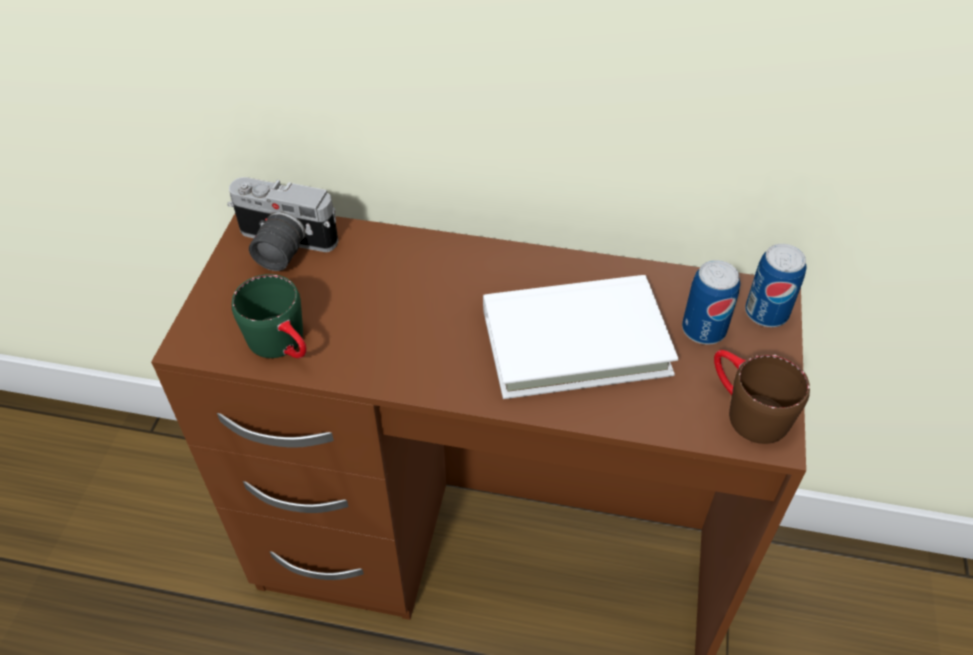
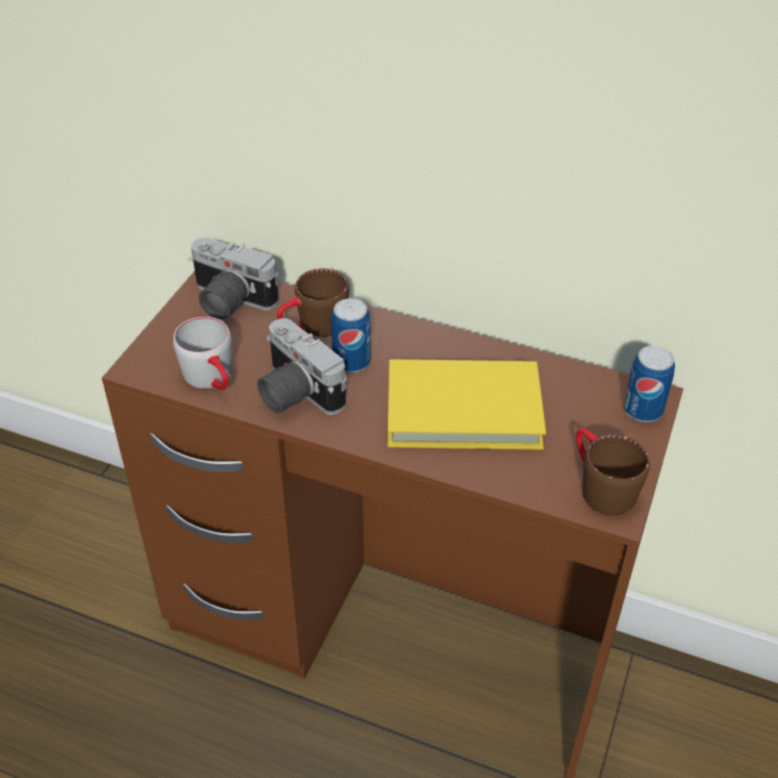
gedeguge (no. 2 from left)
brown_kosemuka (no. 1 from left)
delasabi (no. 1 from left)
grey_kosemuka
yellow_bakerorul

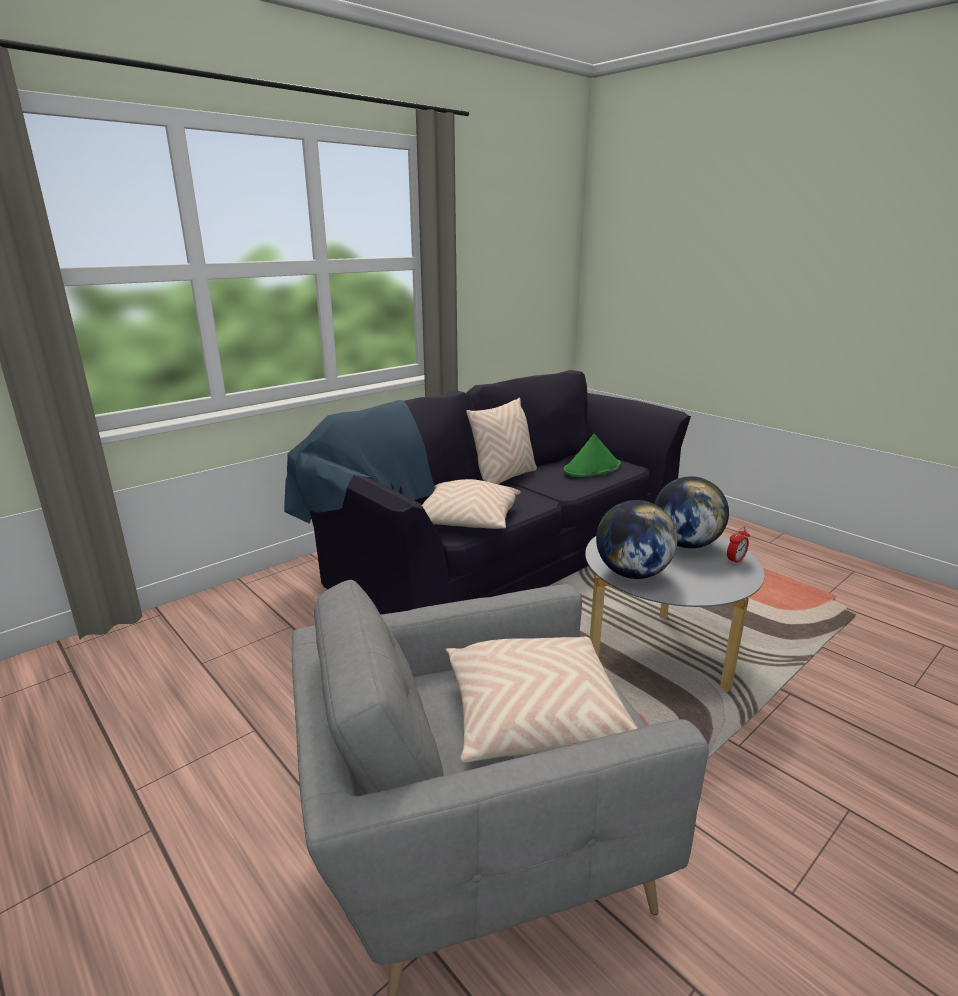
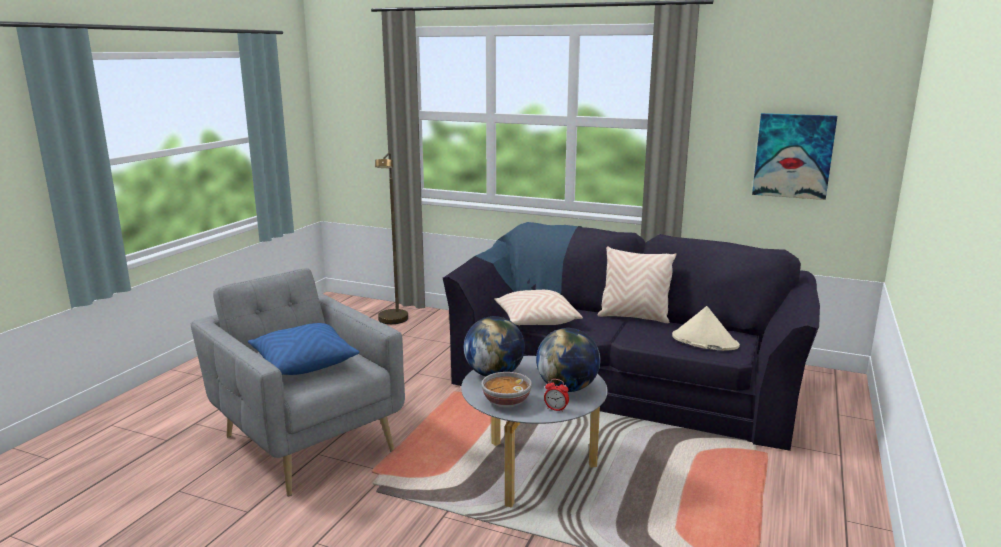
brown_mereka
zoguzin
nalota
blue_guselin
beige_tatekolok

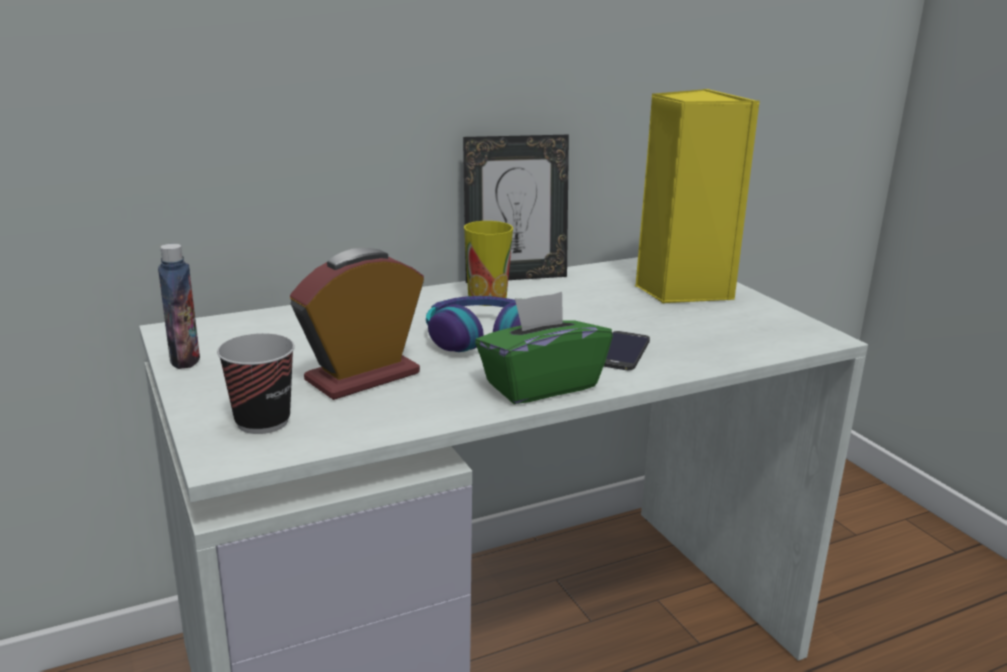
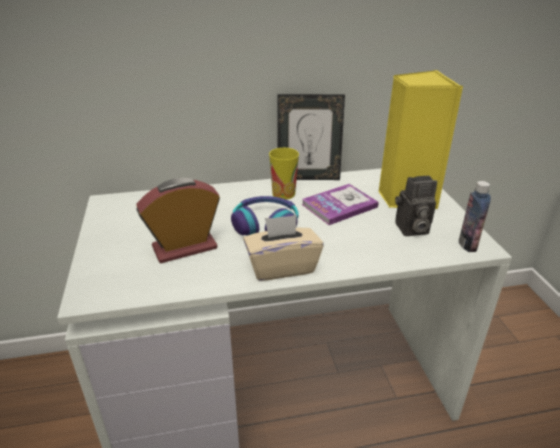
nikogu (no. 1 from left in the first image)
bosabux
bakerorul
gedeguge
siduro
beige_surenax

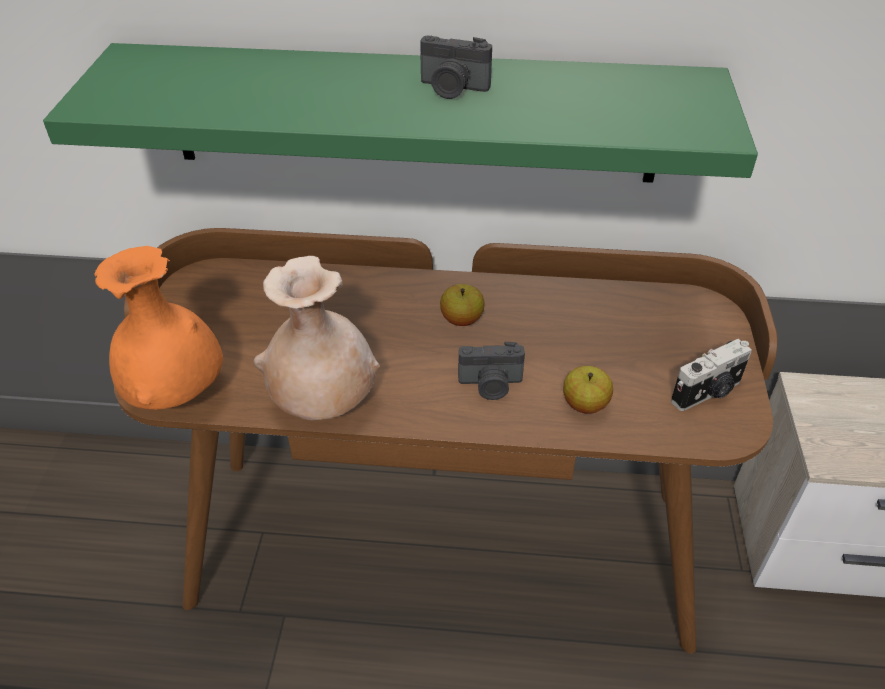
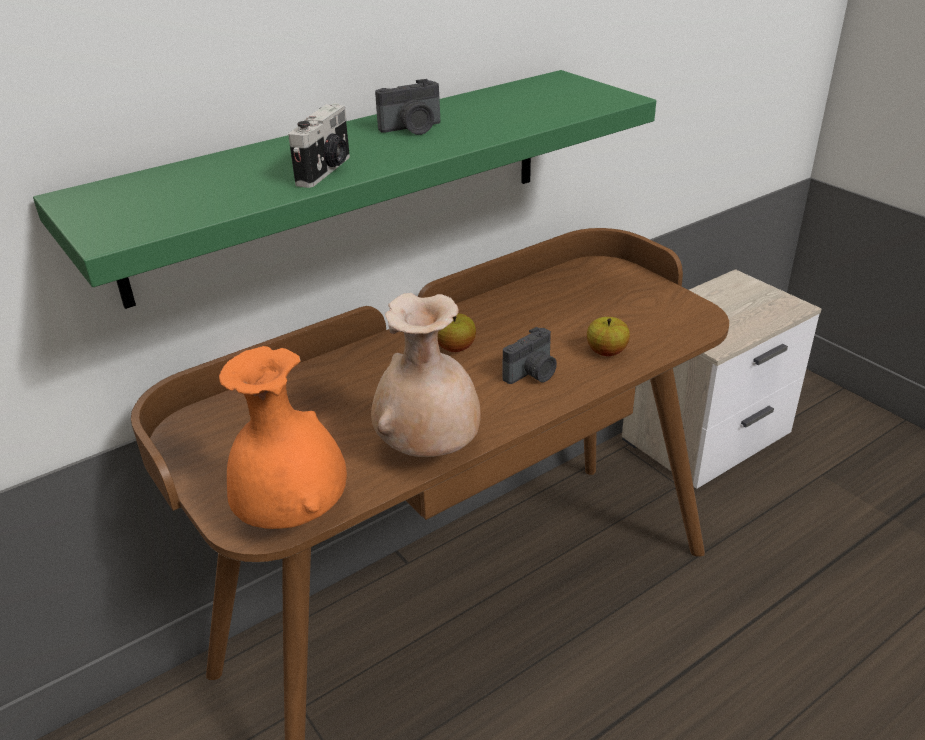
gedeguge (no. 1 from left)

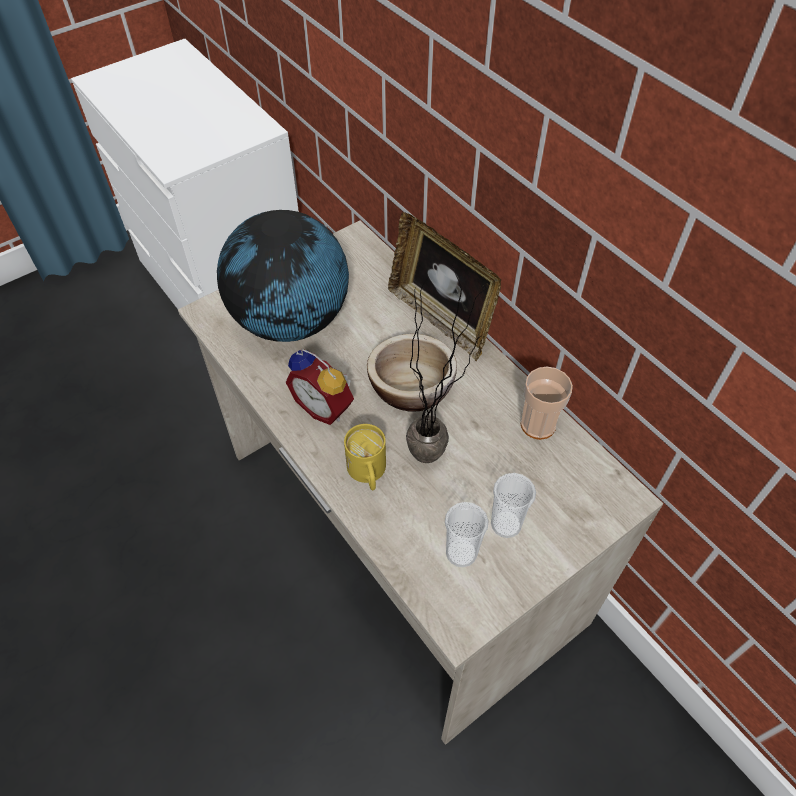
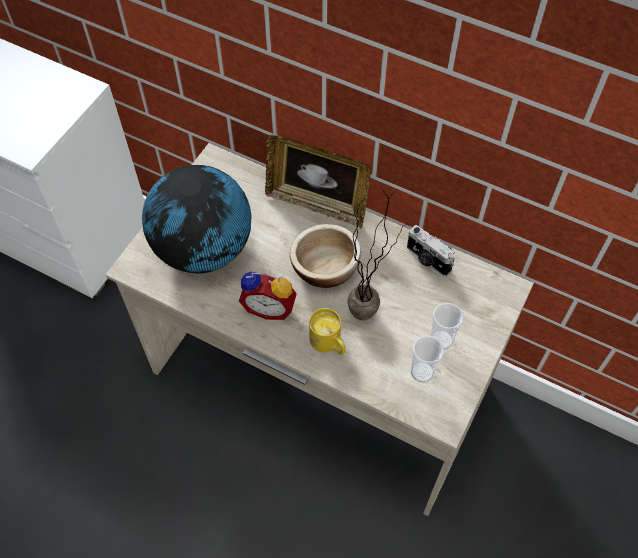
gedeguge

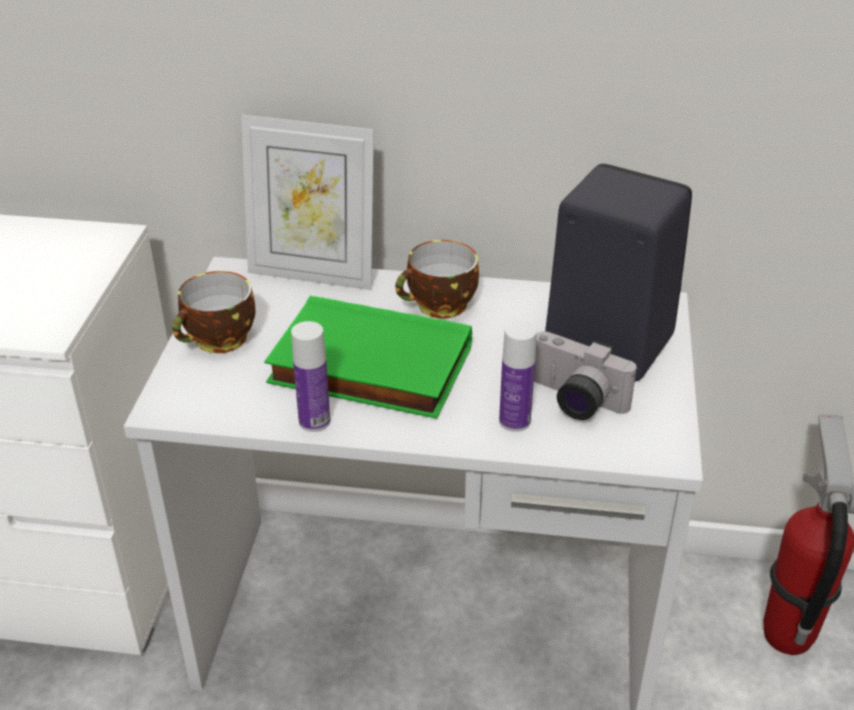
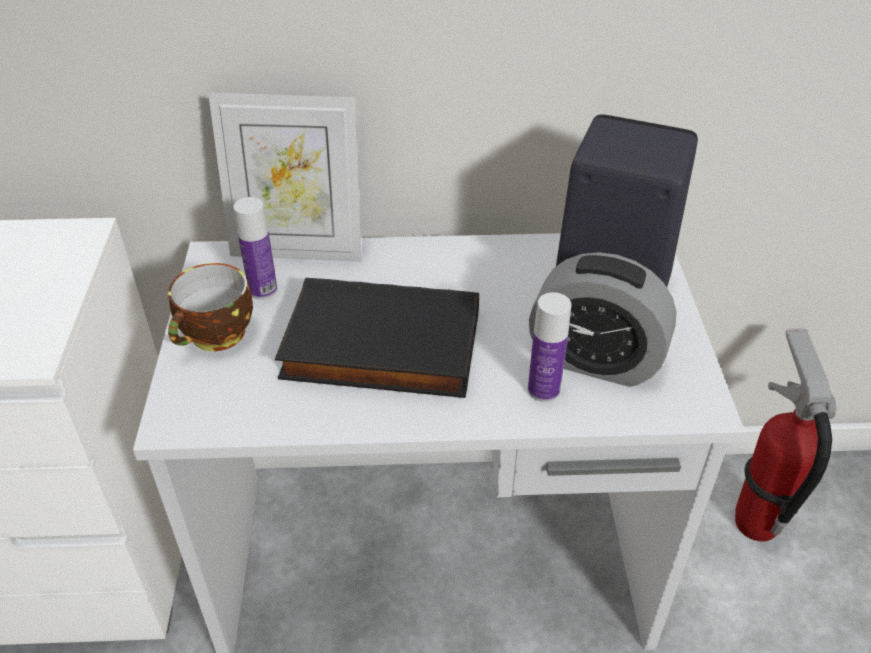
nikogu (no. 2 from left in the first image)
siduro (no. 1 from left)
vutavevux
black_bakerorul

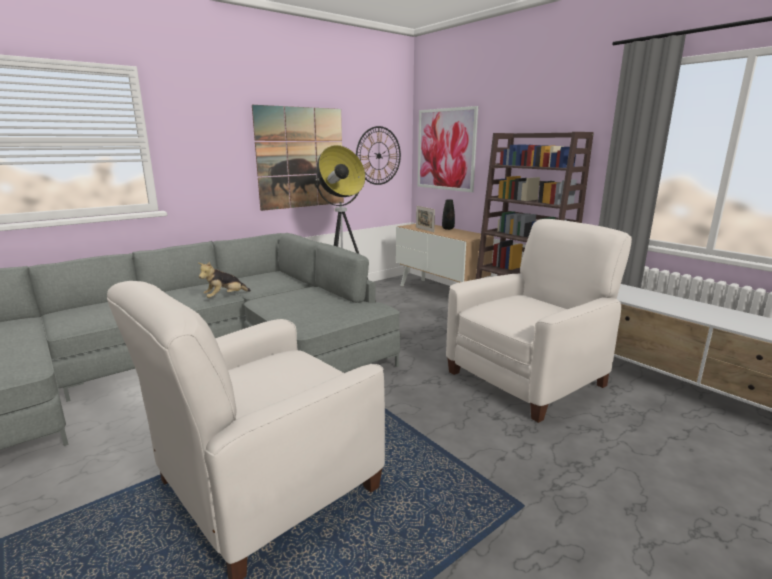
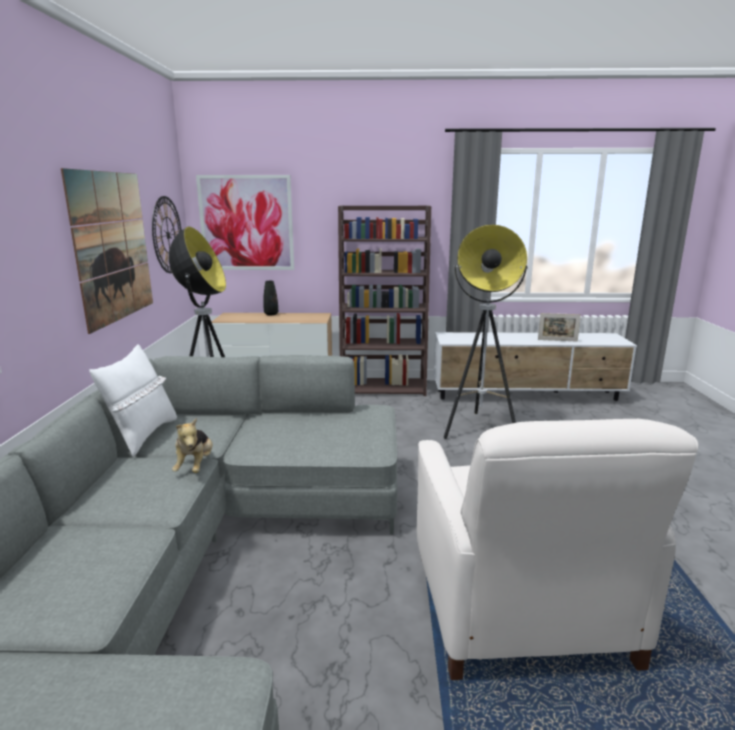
white_guselin
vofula
mereka (no. 2 from left)

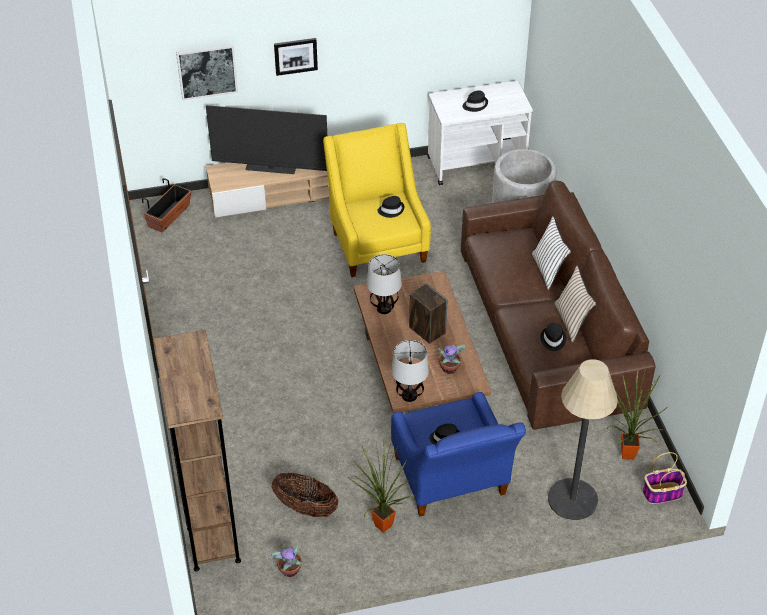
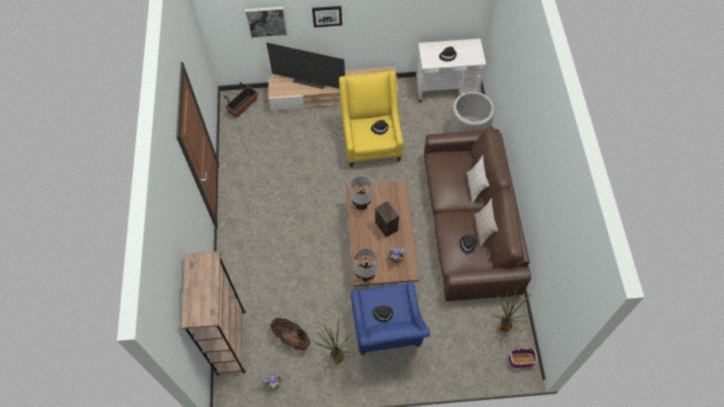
mereka

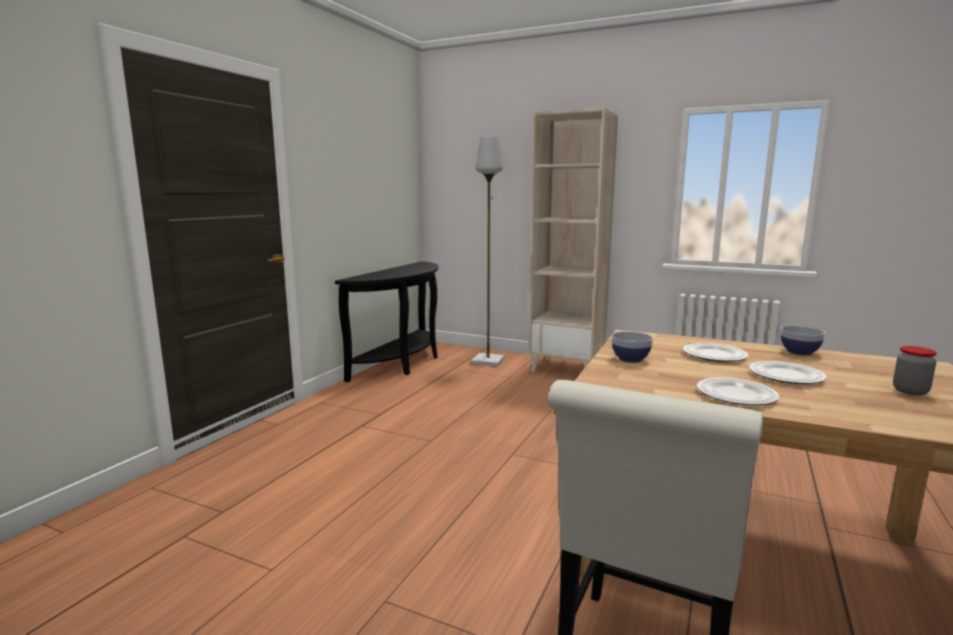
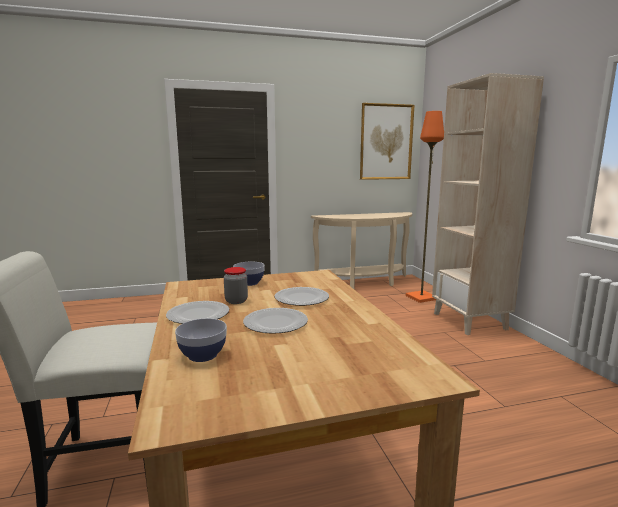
nalota
zoguzin (no. 1 from left)
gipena
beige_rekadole
orange_mereka

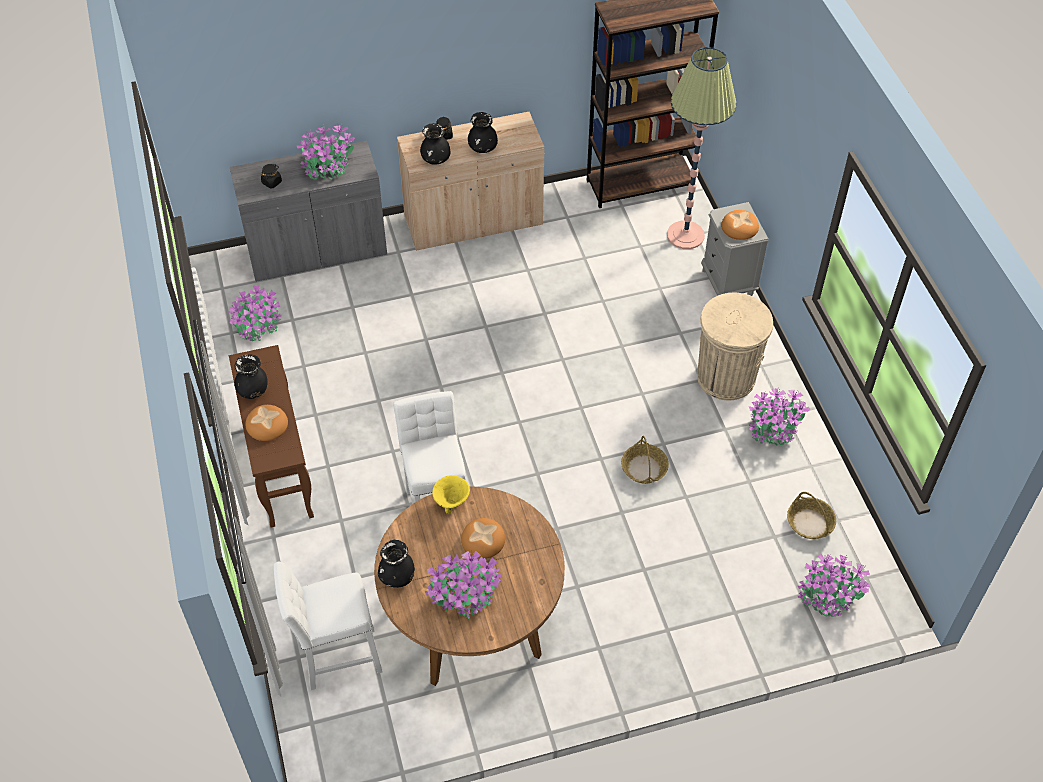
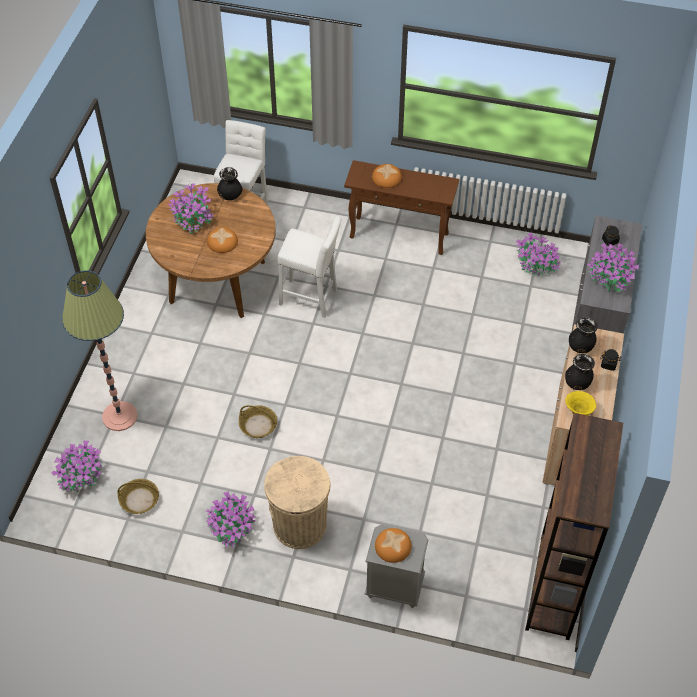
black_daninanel (no. 1 from left in the first image)
yellow_zoguzin
mereka

